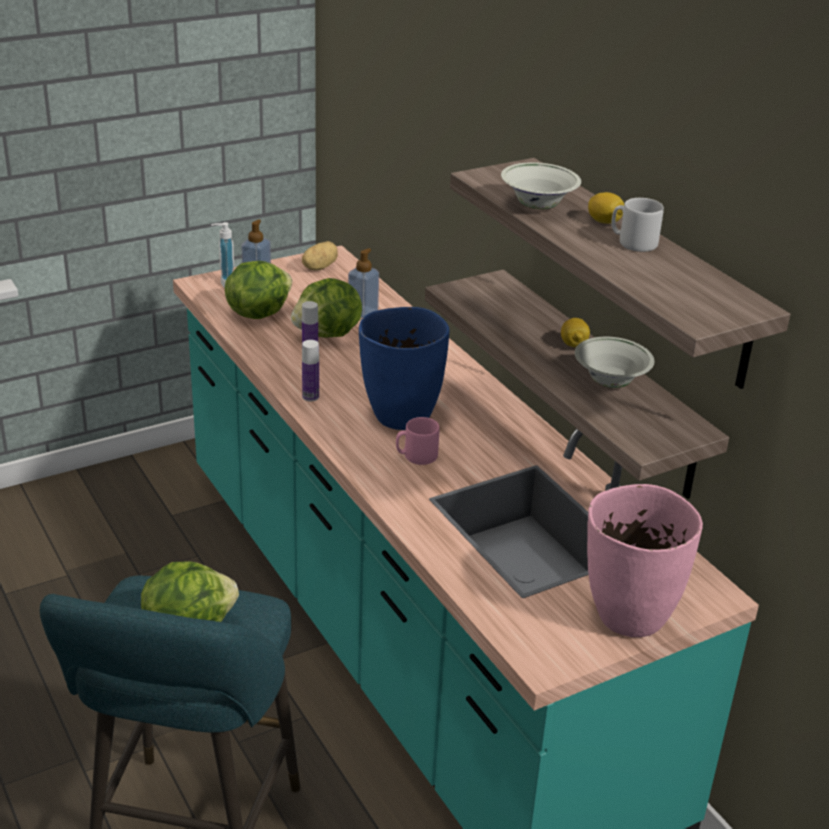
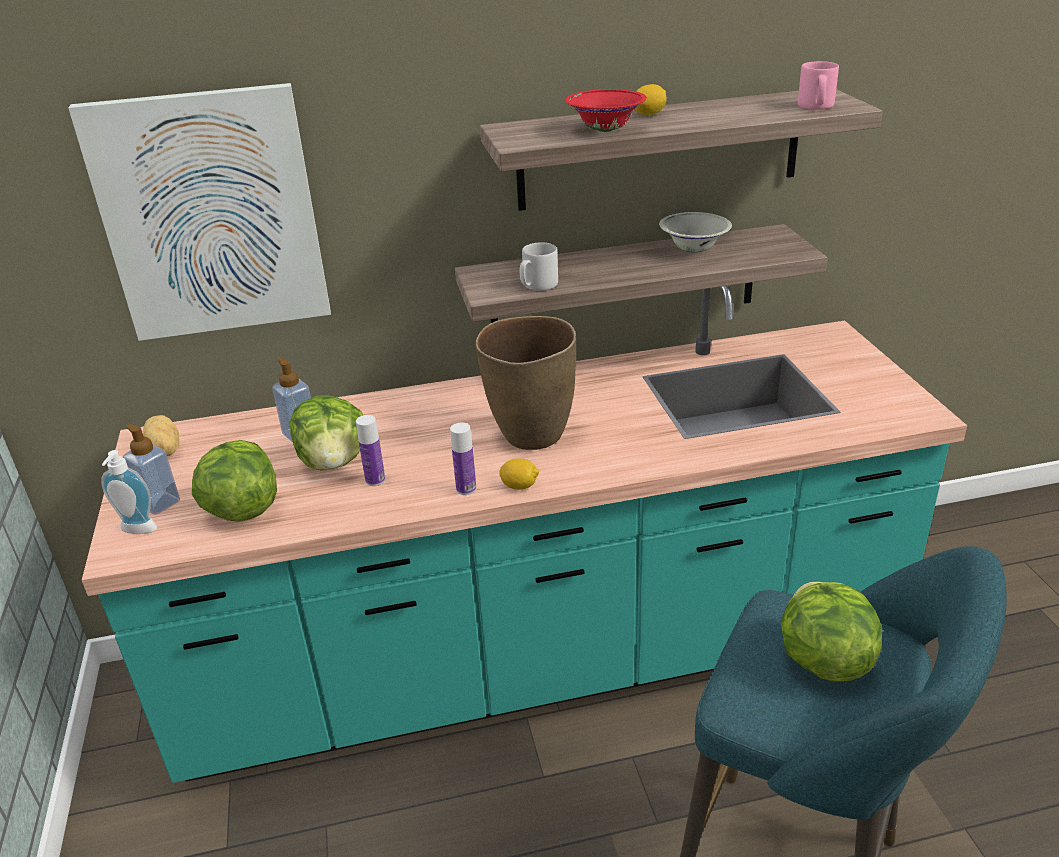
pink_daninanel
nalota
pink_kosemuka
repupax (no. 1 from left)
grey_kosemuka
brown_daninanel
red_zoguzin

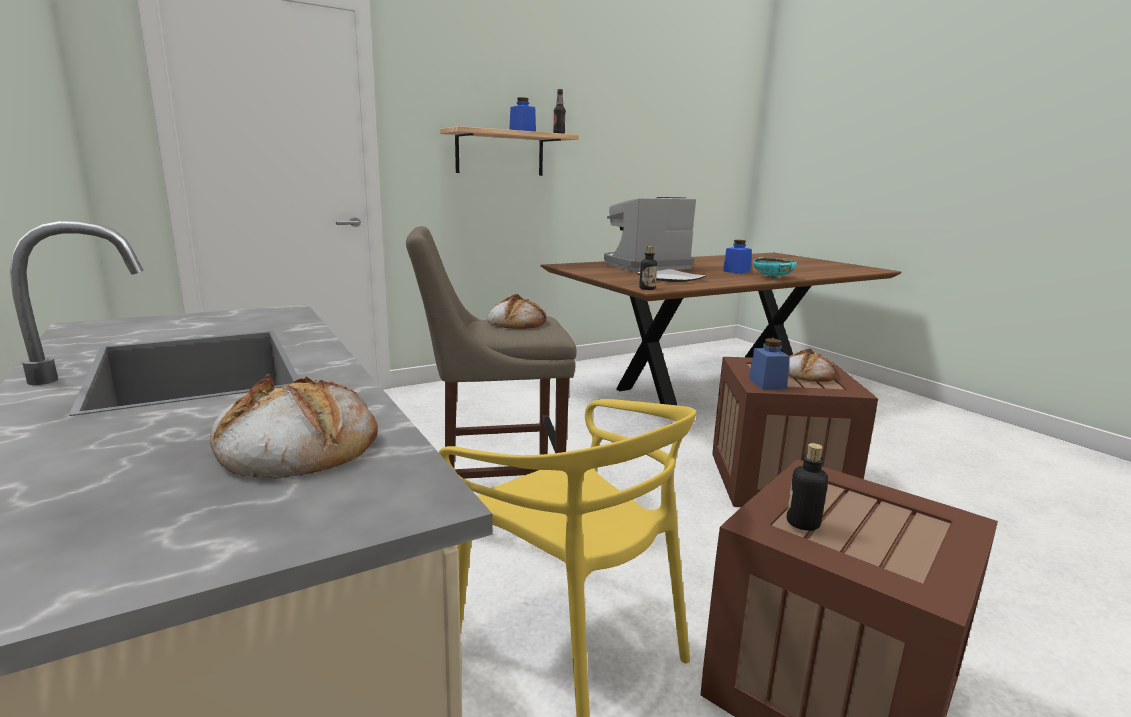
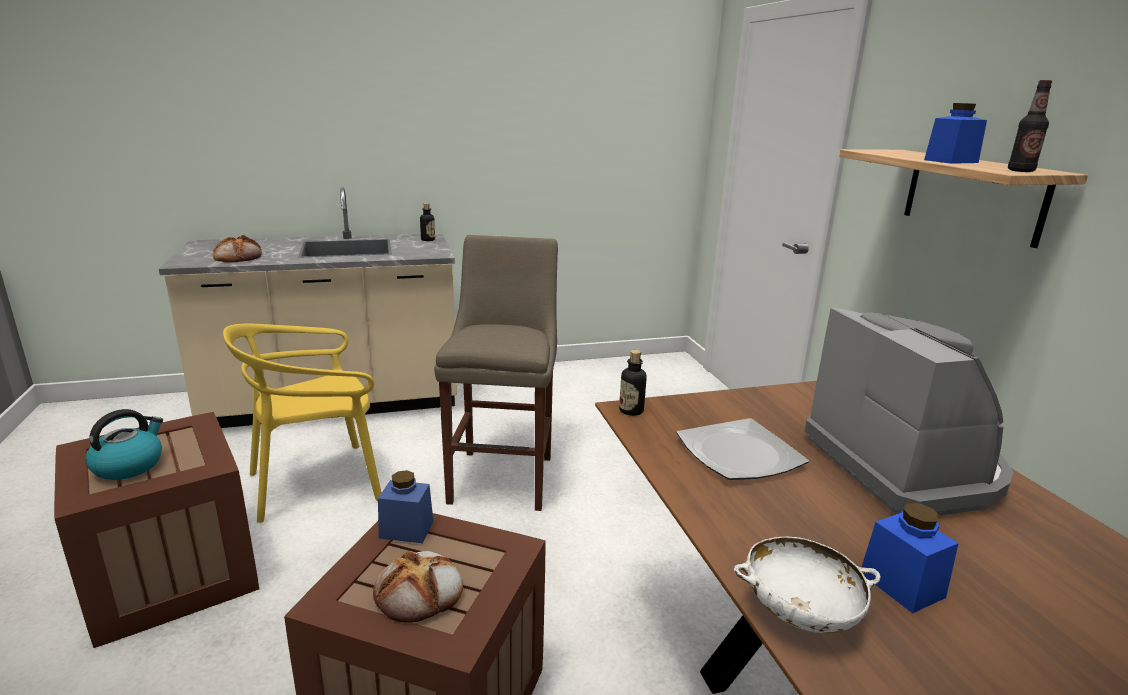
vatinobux (no. 2 from left in the first image)
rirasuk
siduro (no. 1 from left)
white_zoguzin

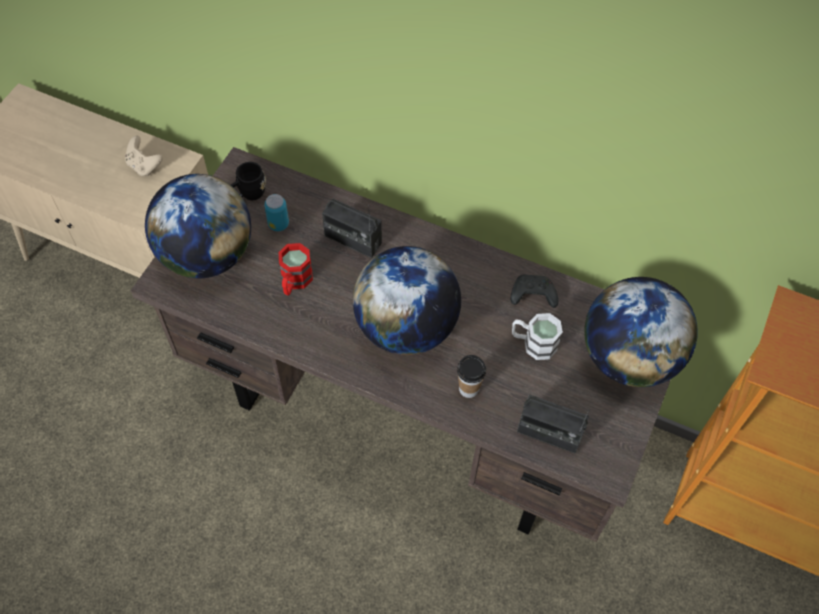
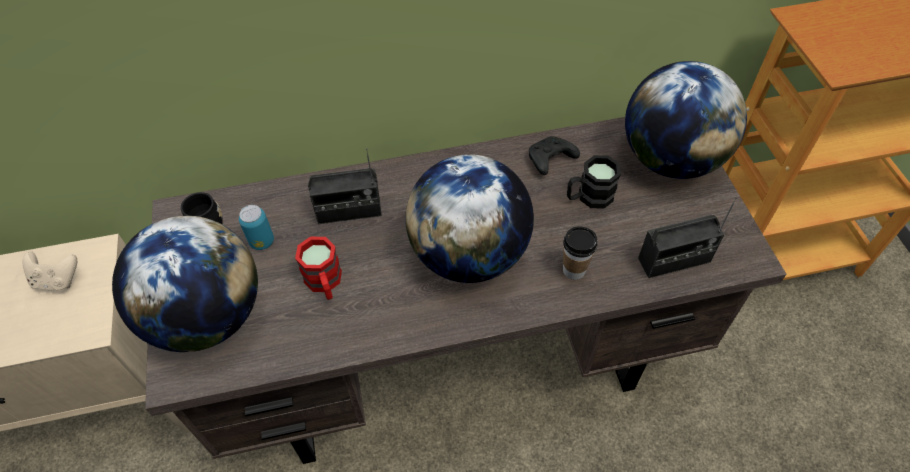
black_kosemuka (no. 2 from left)

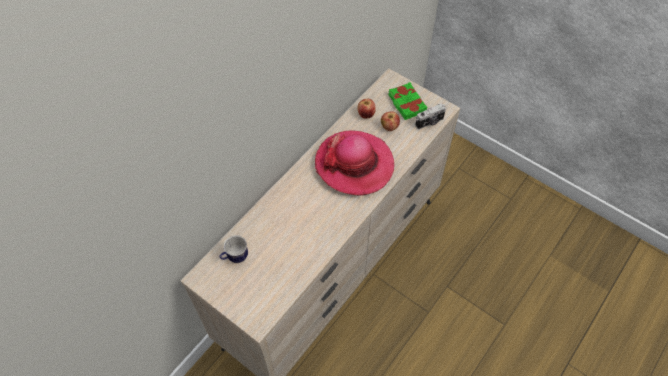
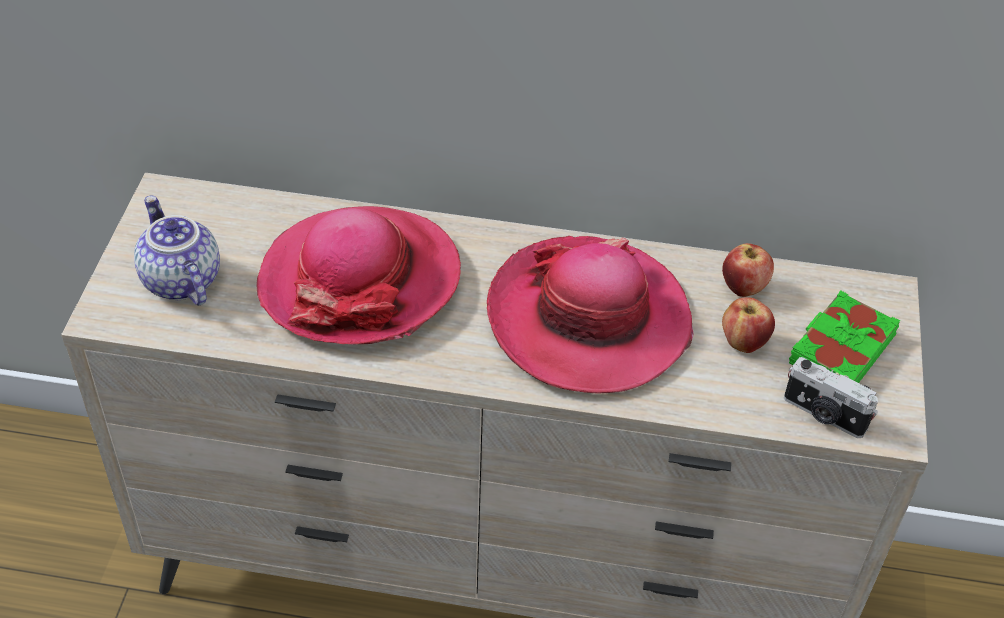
kosemuka
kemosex
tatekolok (no. 1 from left)

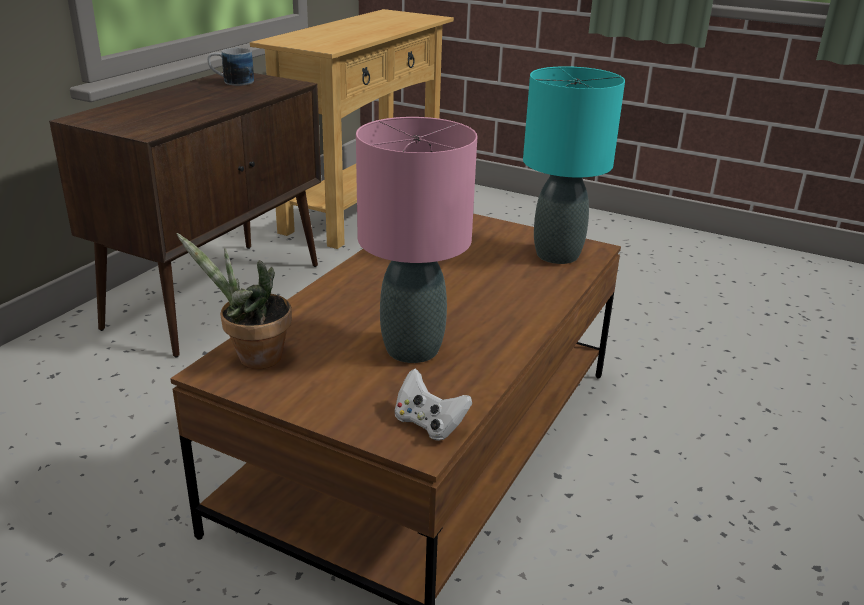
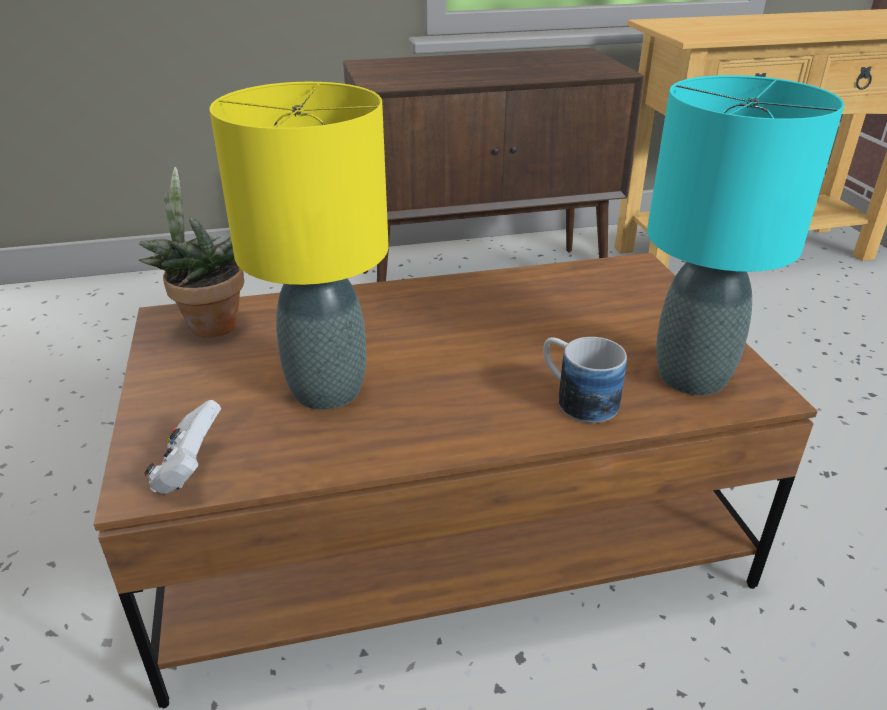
kosemuka
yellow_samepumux

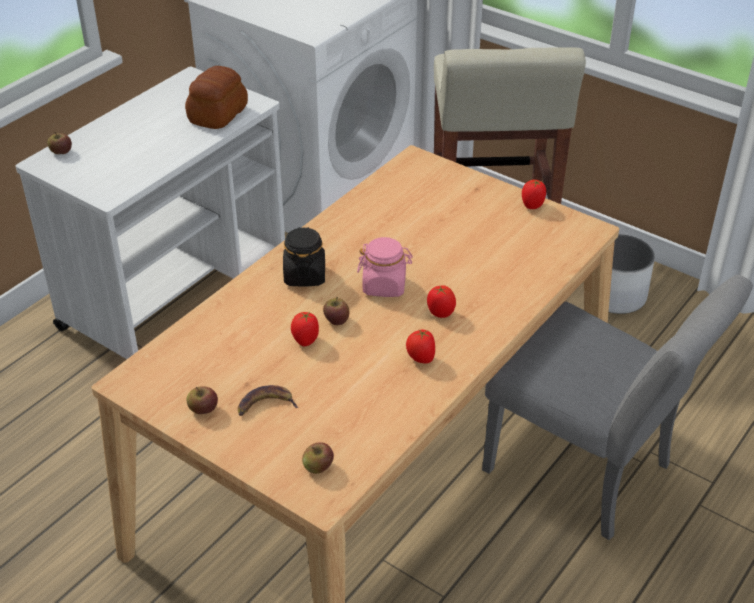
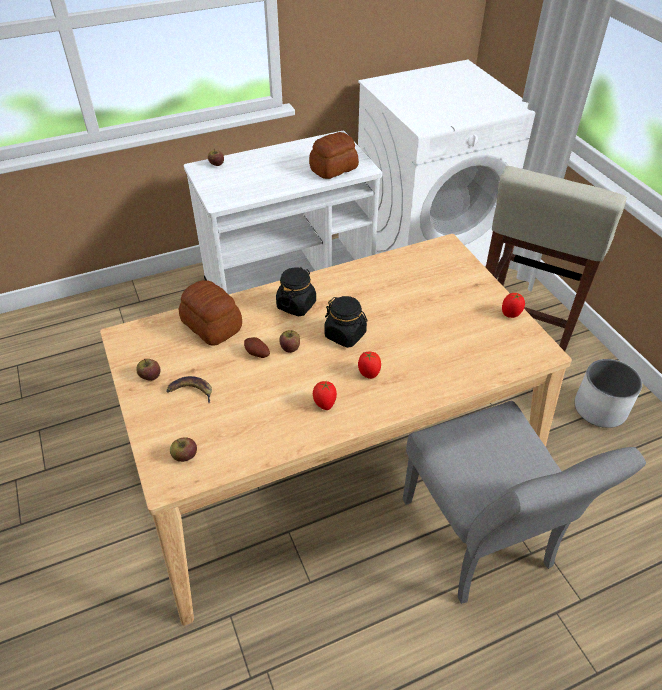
vatinobux (no. 1 from left)
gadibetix
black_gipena (no. 2 from left)

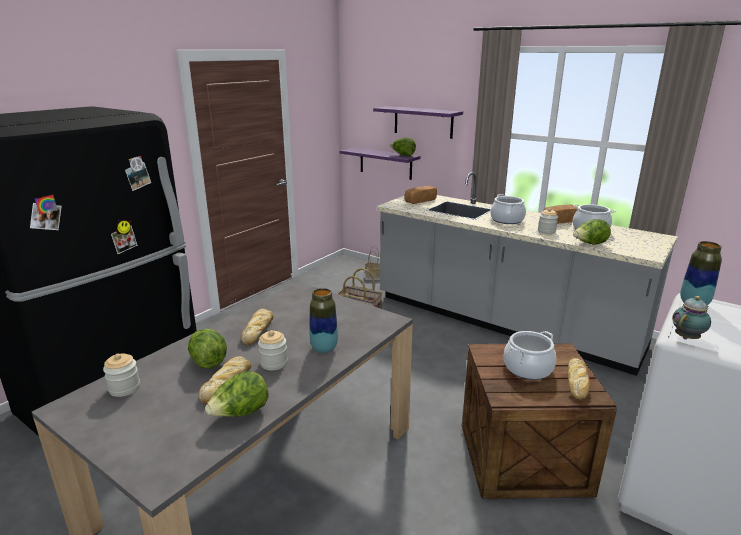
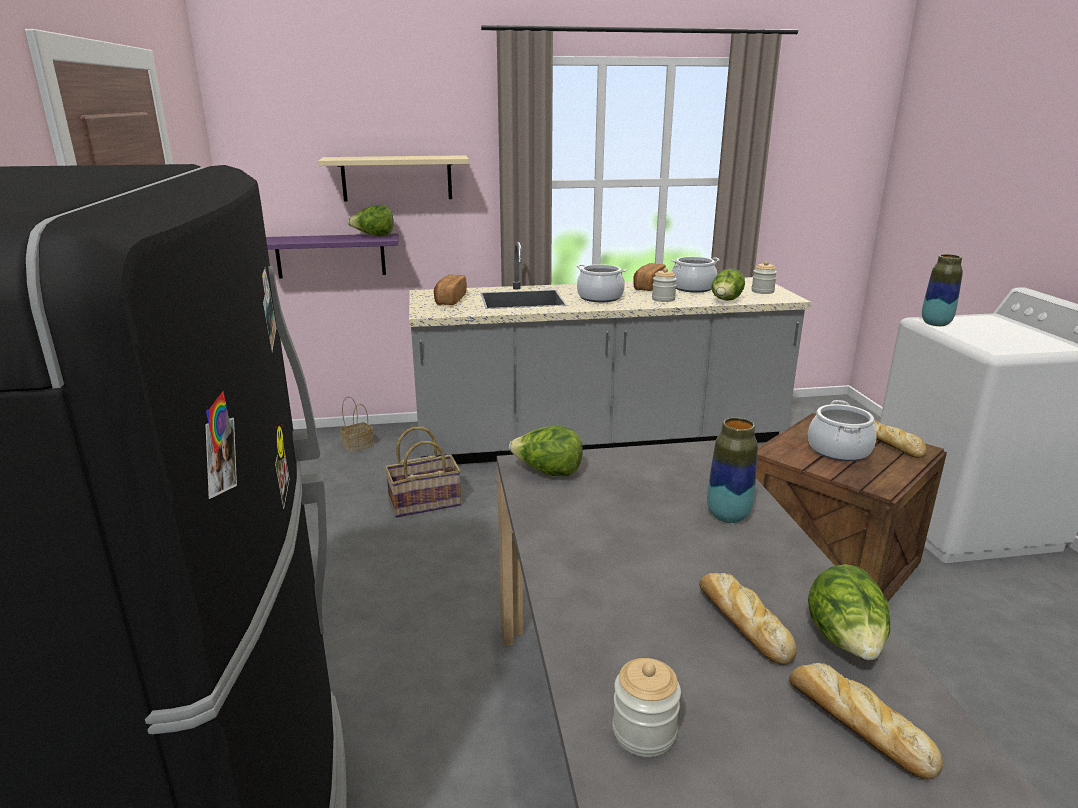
kemosex
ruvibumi (no. 2 from left)
vatinobux (no. 4 from left)
gipena (no. 3 from left)
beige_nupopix

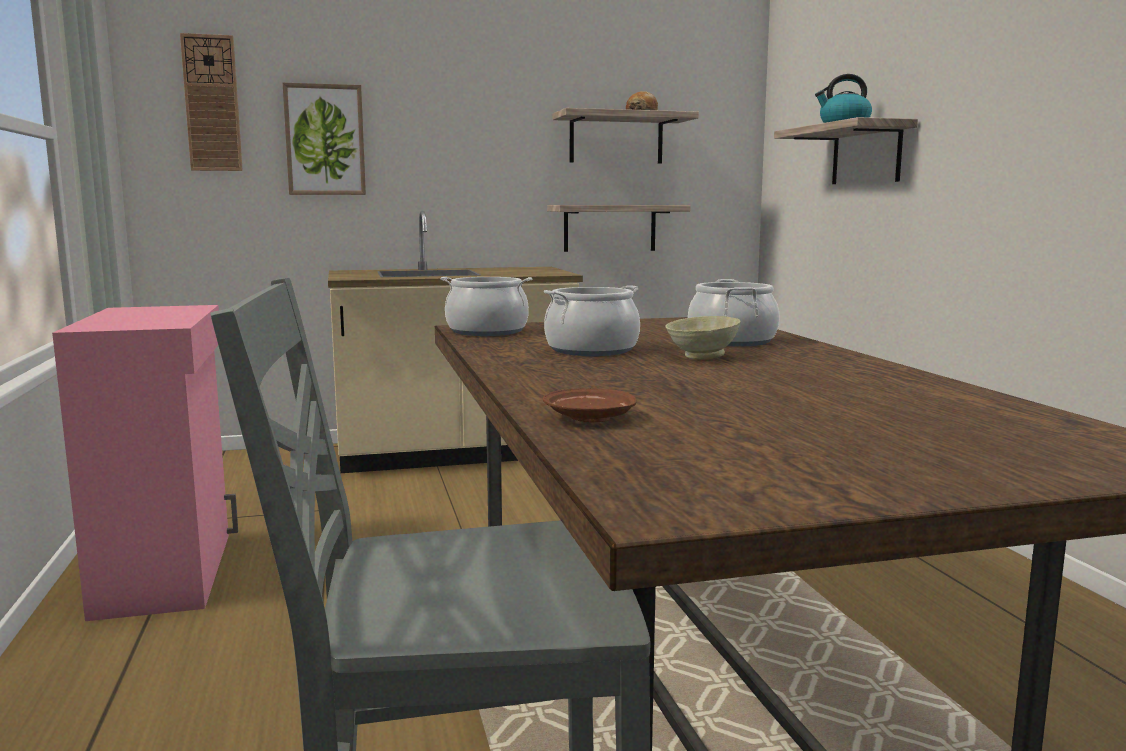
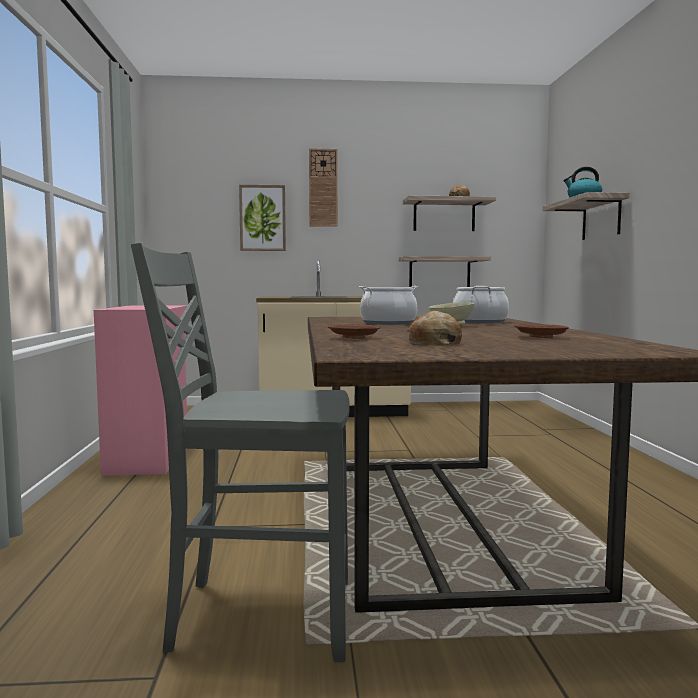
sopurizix (no. 1 from left in the first image)
vatinobux (no. 1 from left)
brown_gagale (no. 2 from left)
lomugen

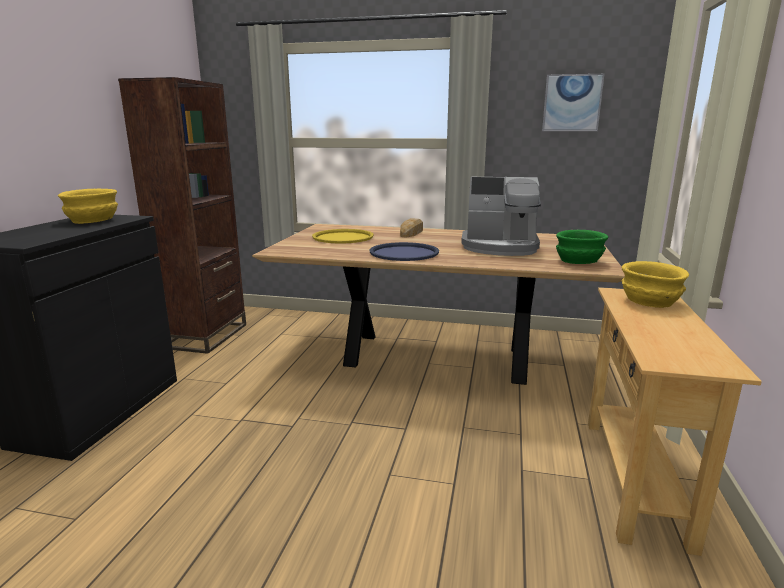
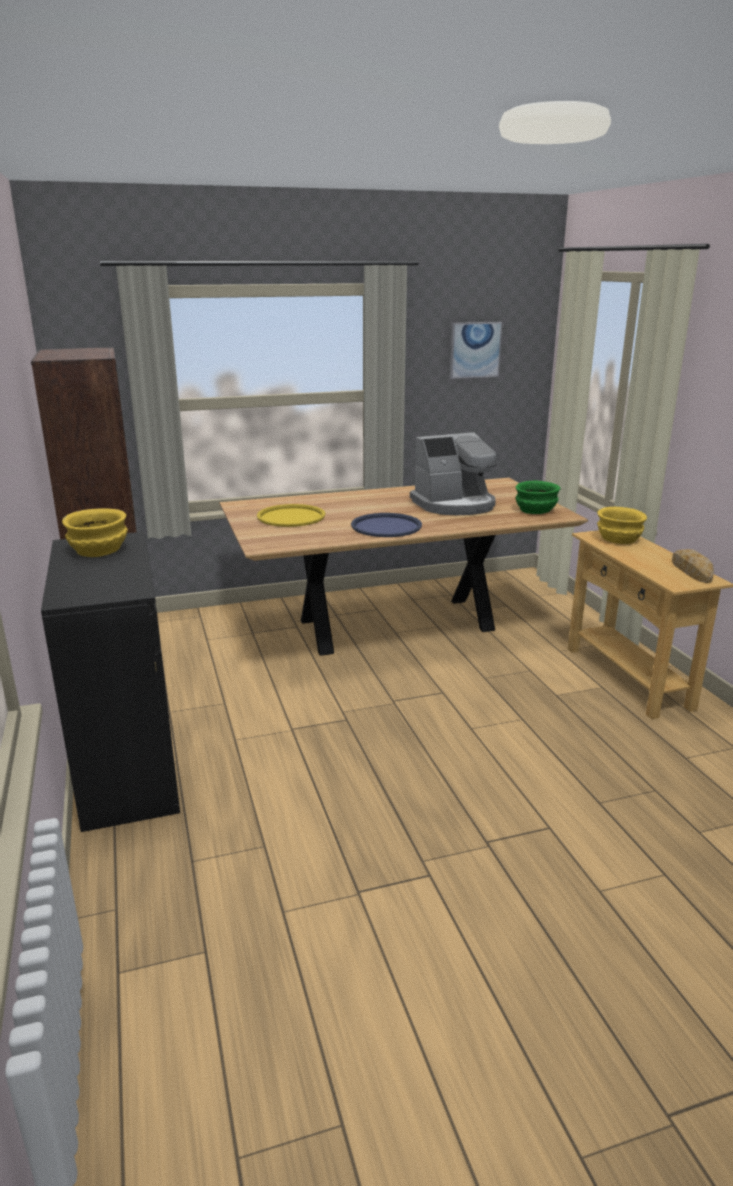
vatinobux

